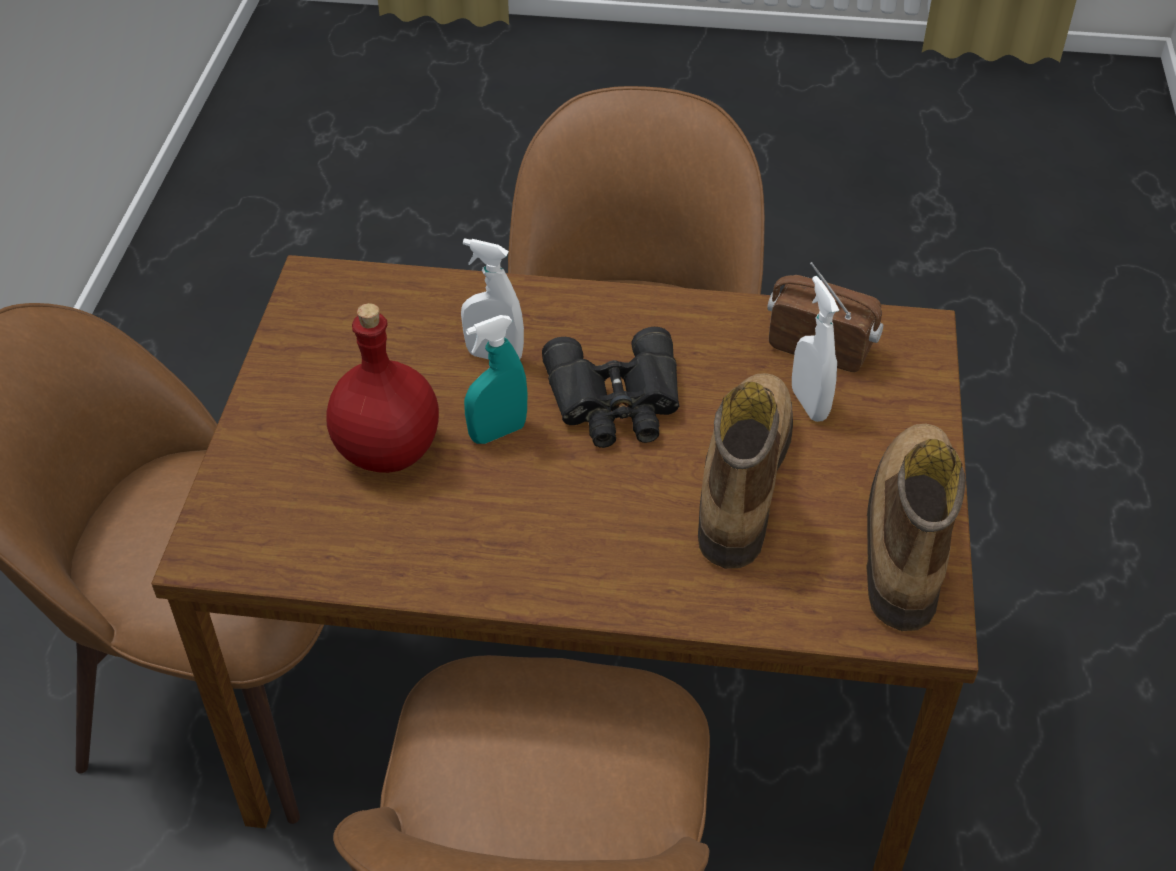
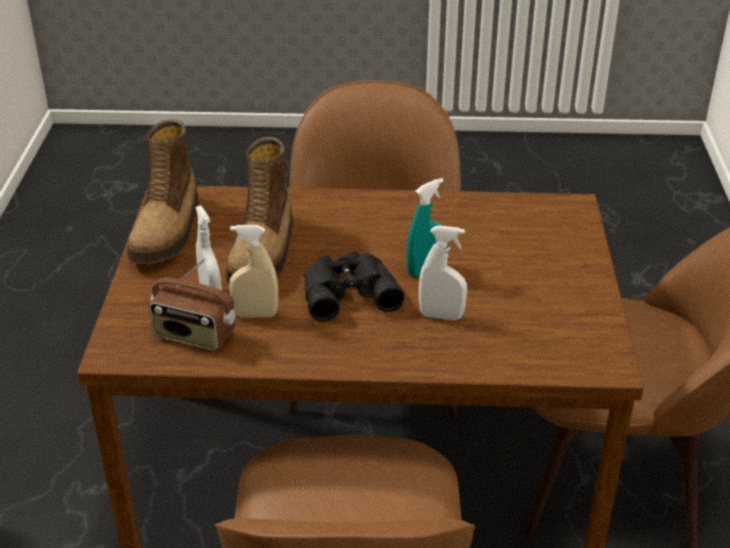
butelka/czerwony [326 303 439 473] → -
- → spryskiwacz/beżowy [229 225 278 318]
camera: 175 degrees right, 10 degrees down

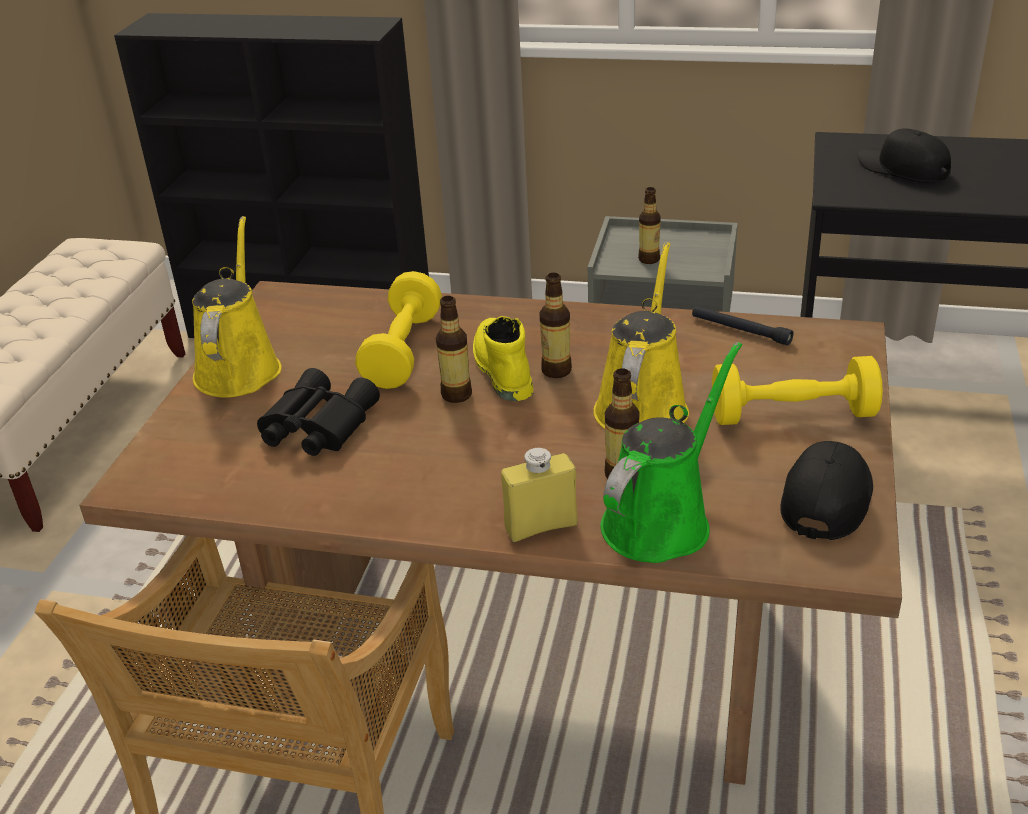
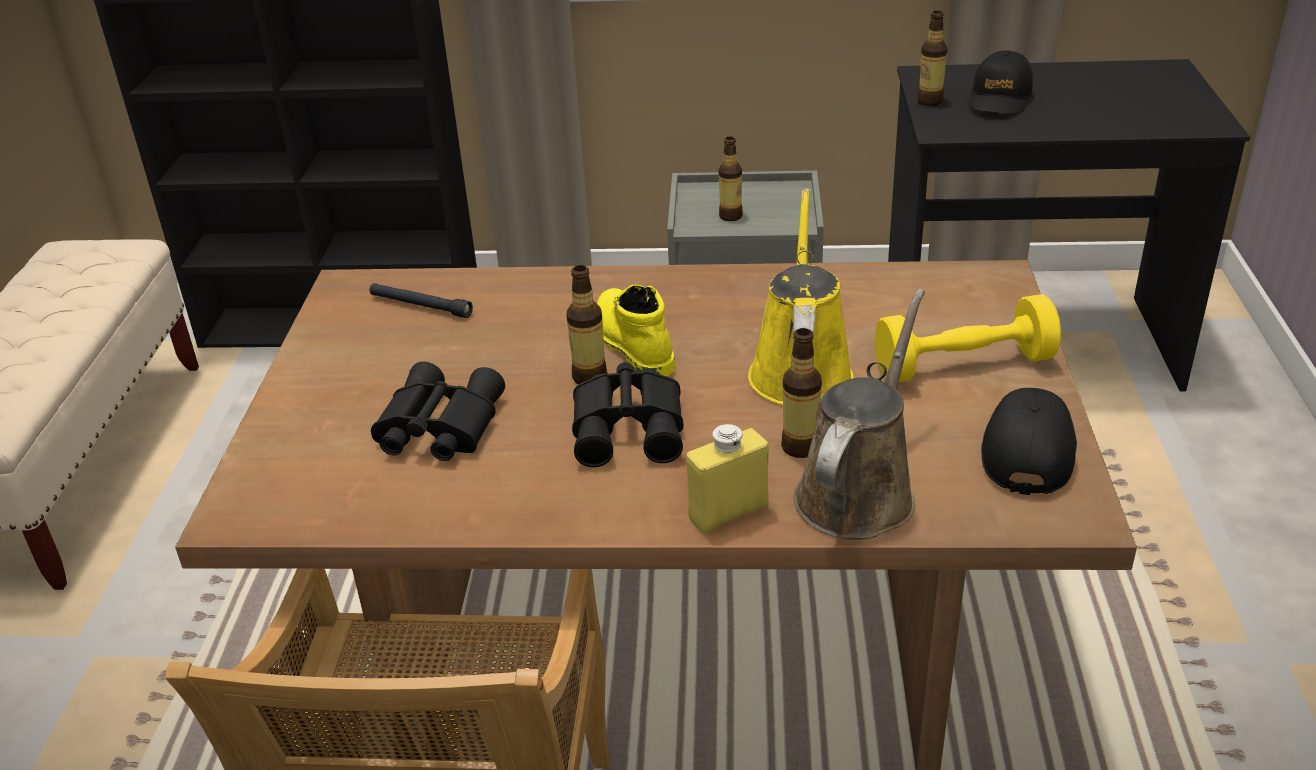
konewka/żółty [192 216 282 397] → -
hantel/żółty [355 271 442 389] → -
butelka [540 273 572 378] → butelka [917 11 947 106], move
konewka/zielony [600 342 742 563] → konewka/brązowy [794 289 925 540]
latarka/czarny [692 306 793 346] → latarka/czarny [369 283 473 318], move
czapka z daszkiem/czarny [857 128 951 182] → czapka z daszkiem/czarny [969 51 1033 114], 105 degrees counterclockwise
- → lornetka/czarny [572 362 683 467]
camera: 10 degrees left, 0 degrees up

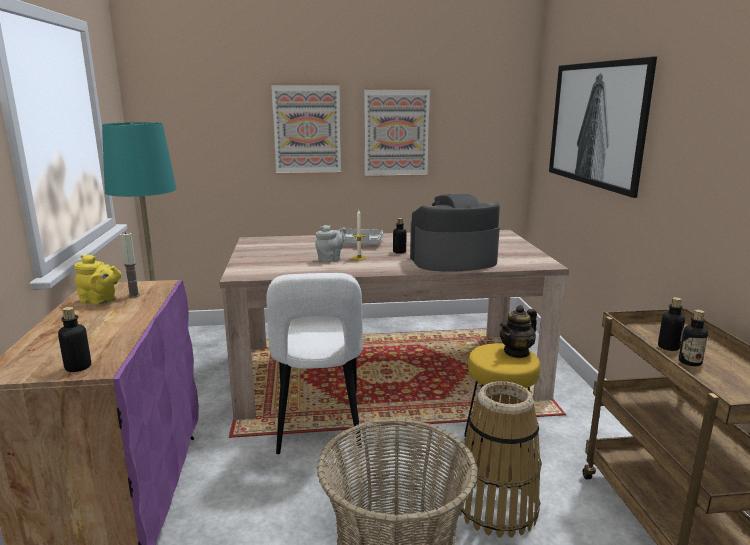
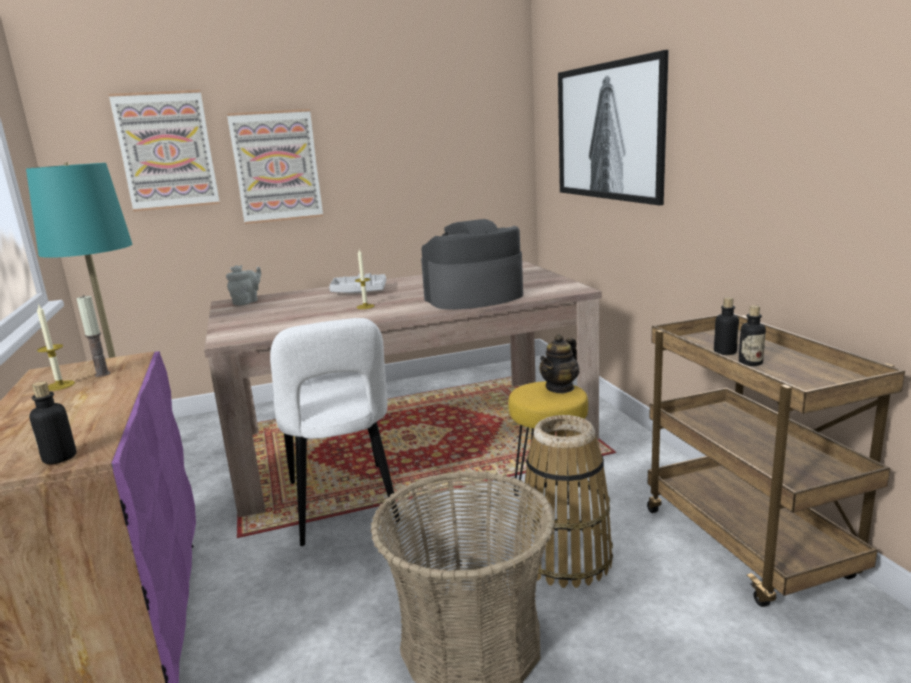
imbryk/żółty [74 254 122 305] → świeca [37 304 75 391]
imbryk/szary [315 225 346 262] → imbryk/szary [226 265 261 305], move
obraz [364 88 430 177] → obraz [109 90 220 212], move
butelka [393 218 406 254] → -
camera: 10 degrees left, 0 degrees up

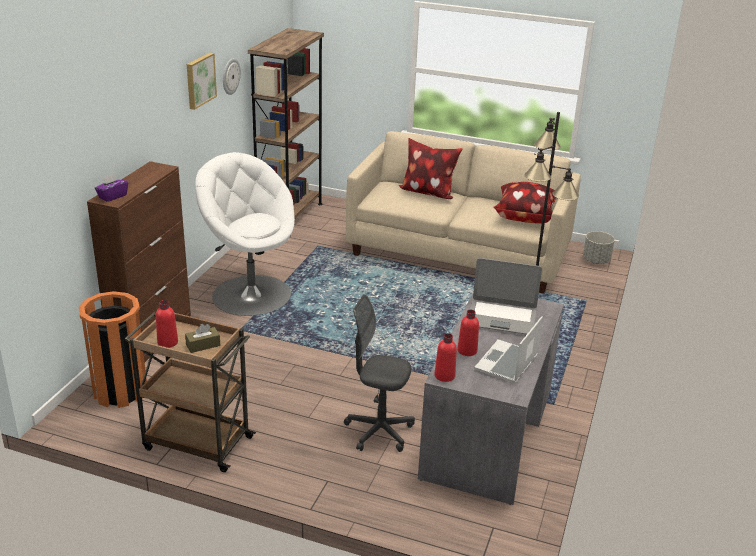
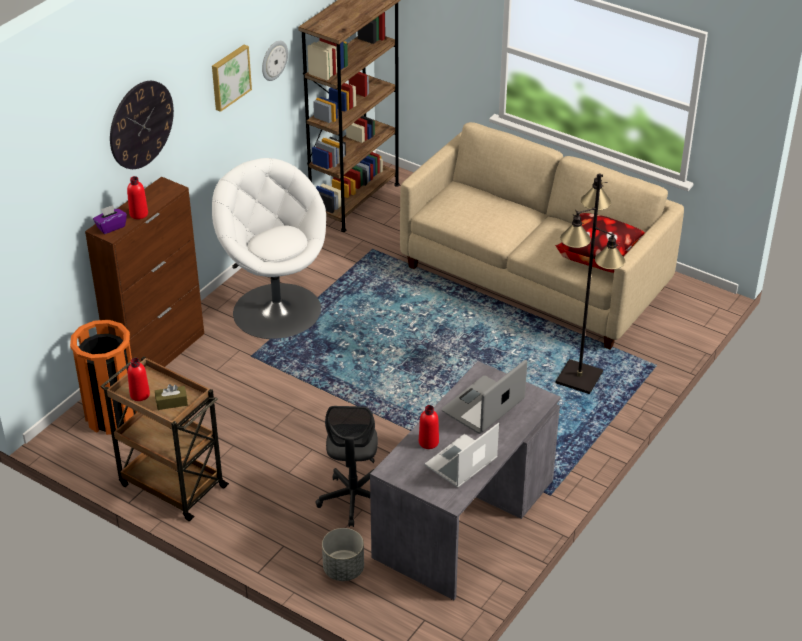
krzesło biurowe/szary [344 294 415 452] → krzesło biurowe/szary [315 406 378 527], 120 degrees counterclockwise
poduszka [398 138 462 199] → -
butelka/czerwony [435 333 457 382] → butelka/czerwony [127 176 148 219], move
laptop [470 258 542 335] → laptop [442 360 527 434], 105 degrees clockwise
donica/szary [583 231 615 264] → donica/szary [322 528 364 581], move
- → zegar ścienny [110 81 174 169]
camera: 15 degrees right, 10 degrees up

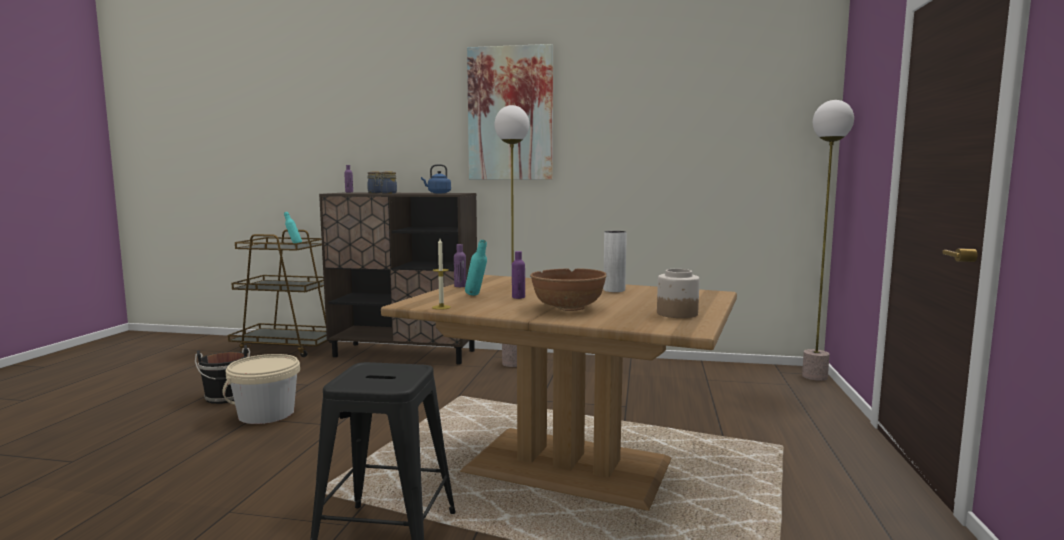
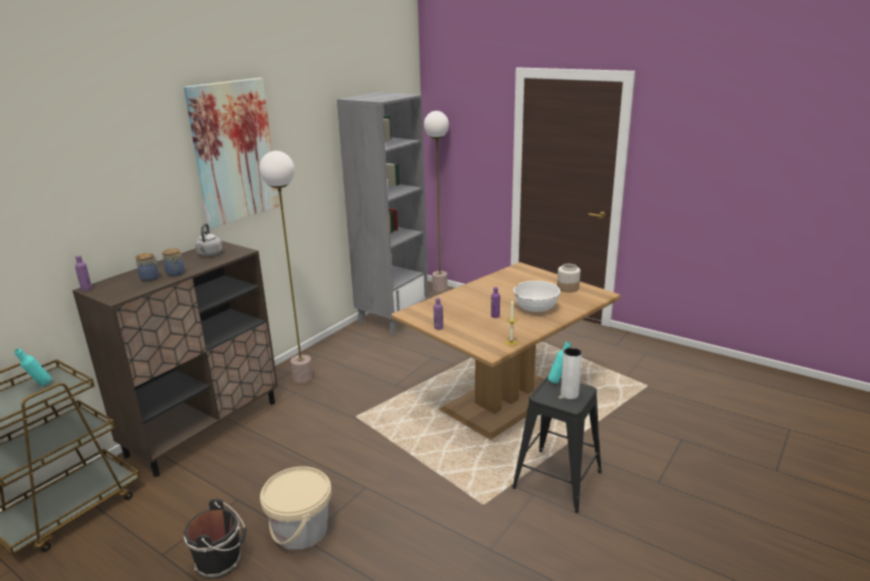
czajnik/niebieski [421 164 451 193] → czajnik/szary [195 223 222 256]
butelka/turkusowy [465 240 487 296] → butelka/turkusowy [548 341 571 384], move
miska/brązowy [530 268 606 311] → miska/biały [513 281 560 312]
wazon/biały [603 231 627 292] → wazon/biały [561 348 582 399], move
- → regał/szary [337 92 428 335]
camera: 65 degrees left, 15 degrees up

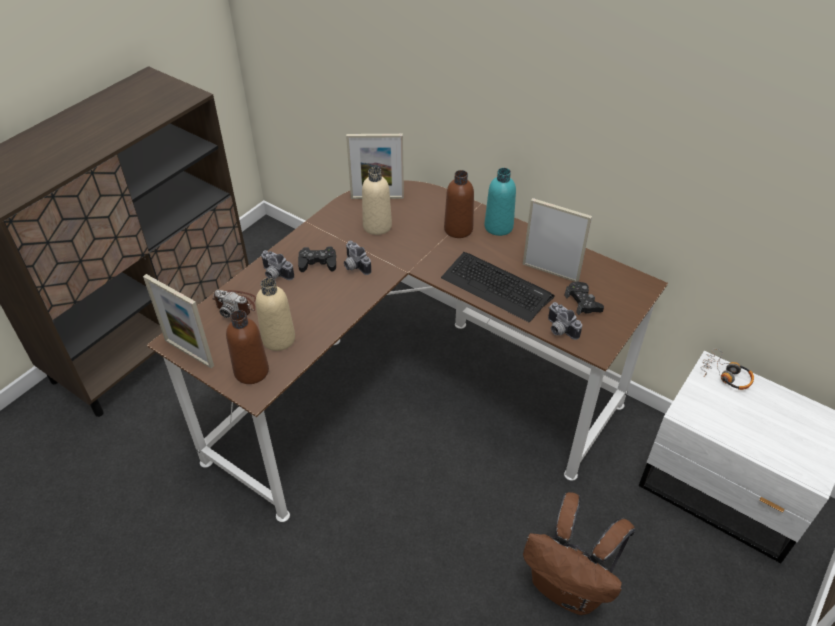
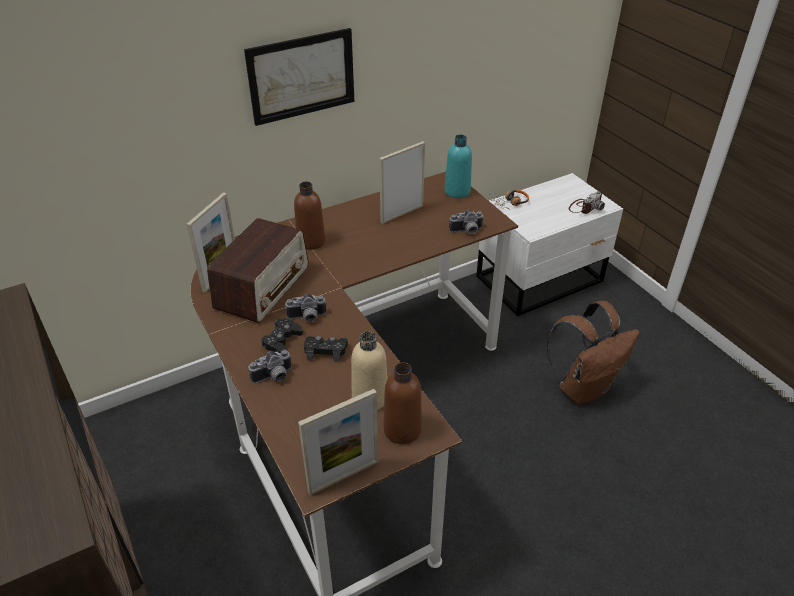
aparat fotograficzny [212 290 256 318] → aparat fotograficzny [569 191 605 214], move
butelka/beżowy [362 167 392 235] → radio [207 218 308 323]
klawiatura [441 252 555 323] → -
butelka/turkusowy [484 168 516 236] → butelka/turkusowy [444 134 472 198], move
pad do gier/czarny [564 282 604 315] → pad do gier/czarny [304 336 348 362], move
- → obraz [244 28 354 126]
camera: 65 degrees left, 5 degrees down

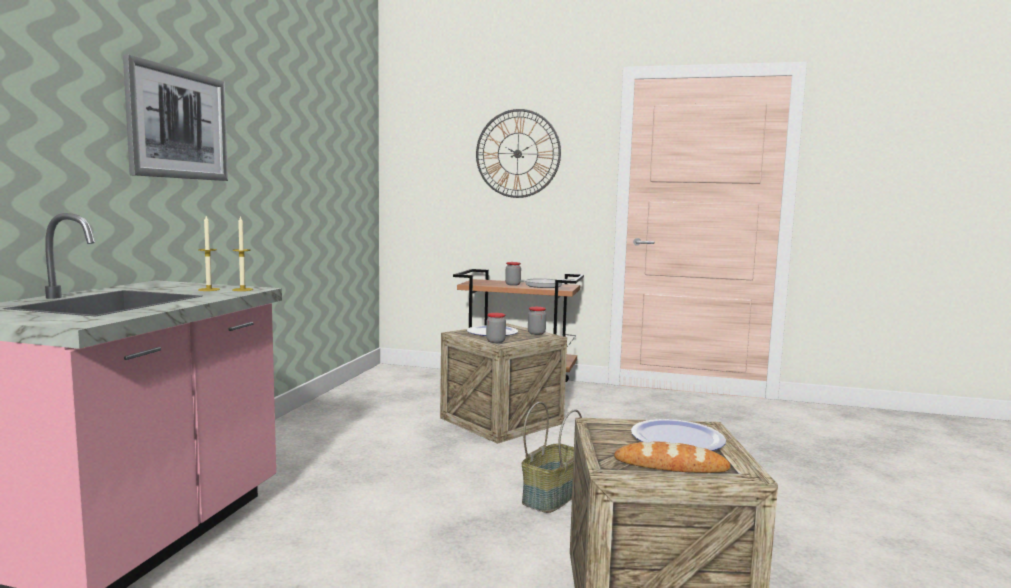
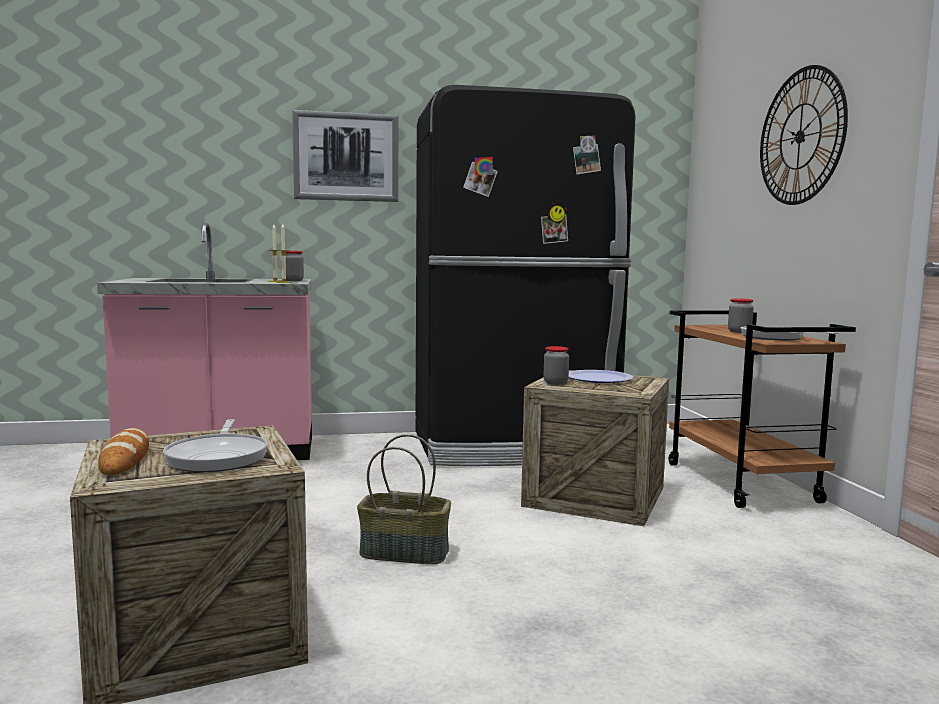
słoik [528 307 546 335] → słoik [285 251 304 281], move
talerz [631 419 726 451] → patelnia [163 419 268 472]
- → lodówka/czarny [415 85 635 466]
camera: 65 degrees right, 0 degrees up

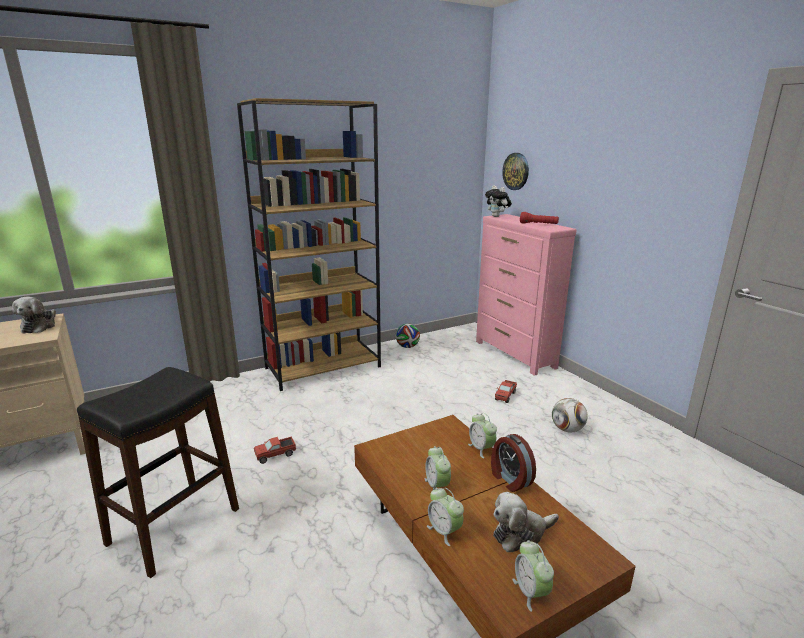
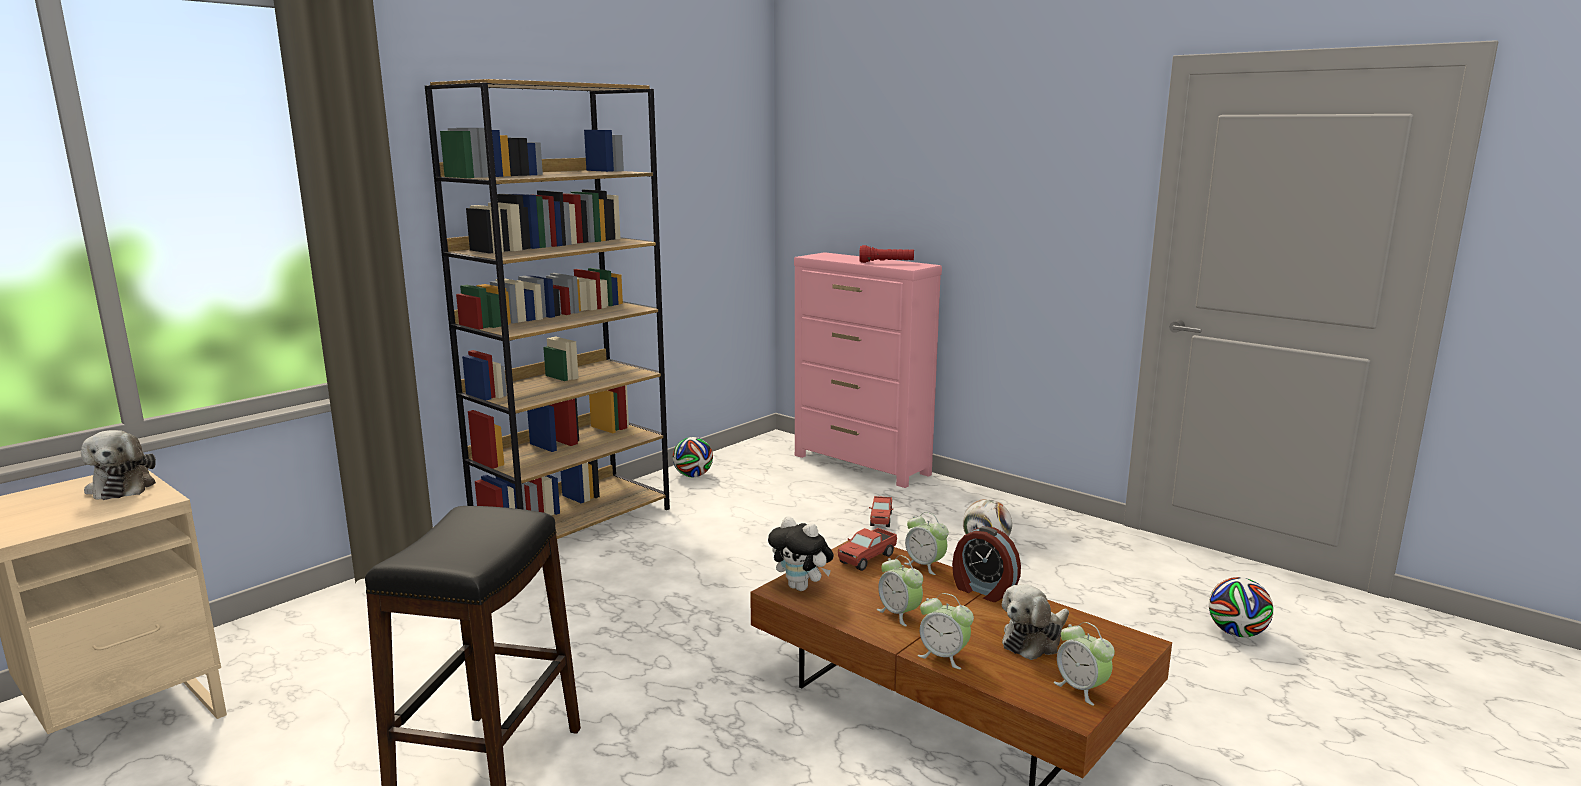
ciężarówka zabawkowa [254 437 296 464] → ciężarówka zabawkowa [838 528 897 571], move
pluszak [485 186 512 217] → pluszak [768 516 834 591], move
zegar ścienny [502 153 529 190] → -
- → piłka futbolowa [1209 577 1273 637]
camera: 20 degrees left, 5 degrees down

